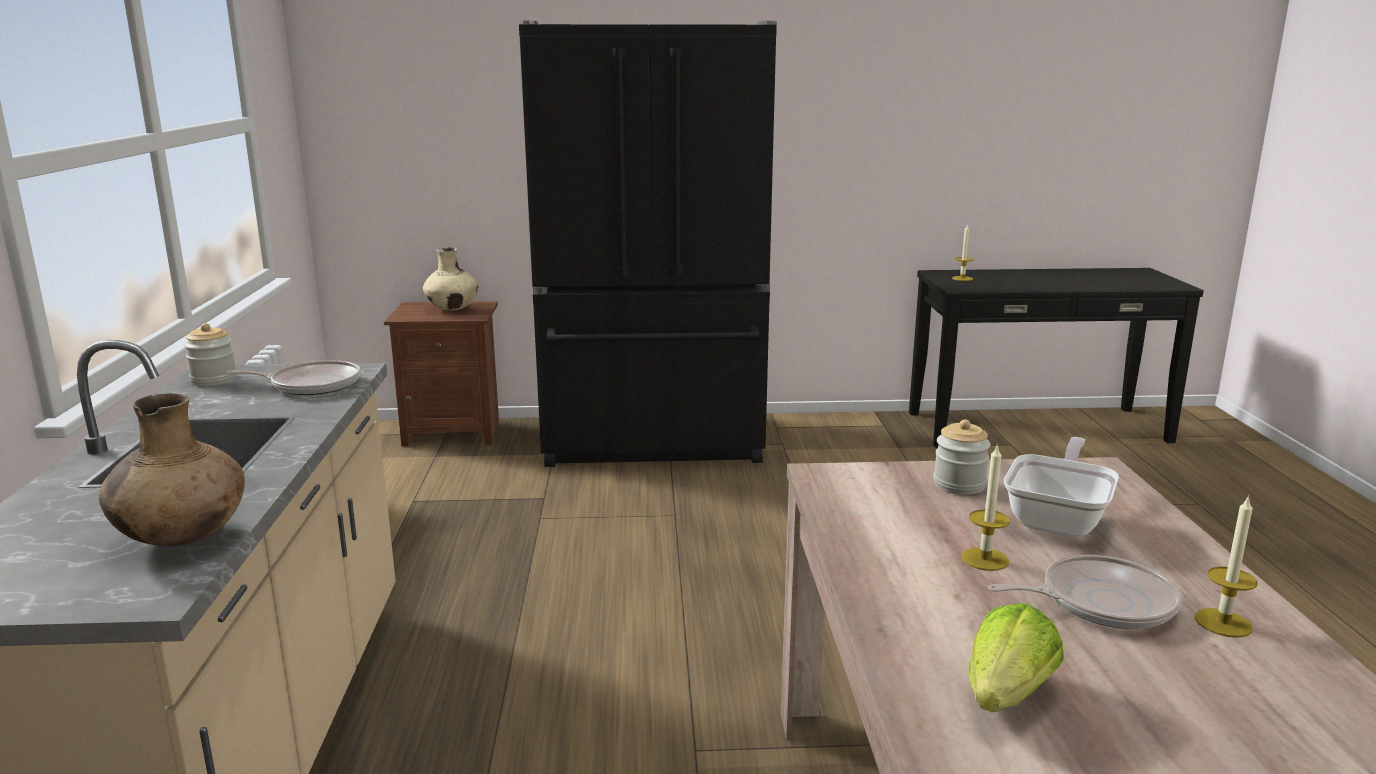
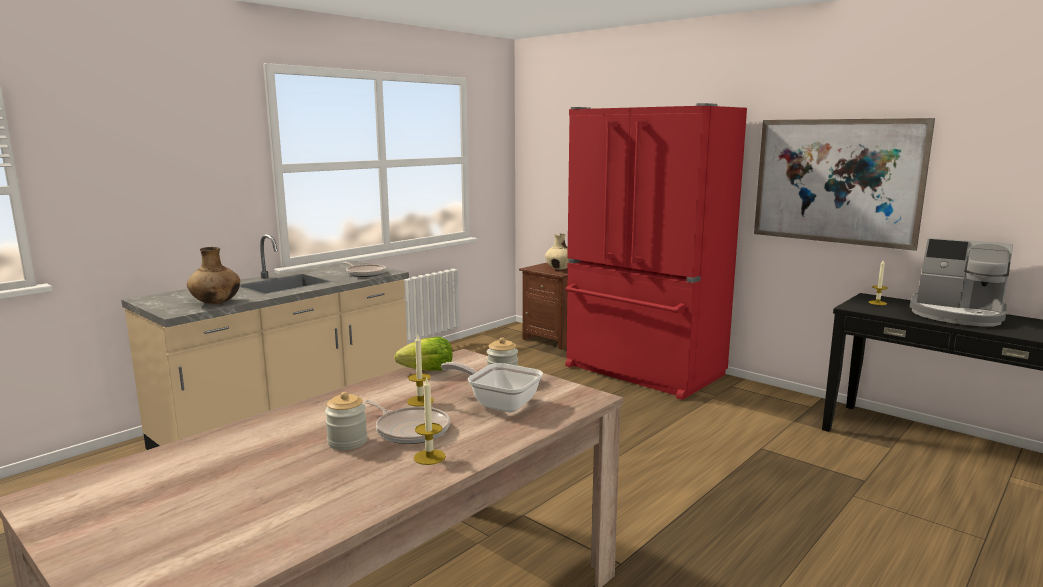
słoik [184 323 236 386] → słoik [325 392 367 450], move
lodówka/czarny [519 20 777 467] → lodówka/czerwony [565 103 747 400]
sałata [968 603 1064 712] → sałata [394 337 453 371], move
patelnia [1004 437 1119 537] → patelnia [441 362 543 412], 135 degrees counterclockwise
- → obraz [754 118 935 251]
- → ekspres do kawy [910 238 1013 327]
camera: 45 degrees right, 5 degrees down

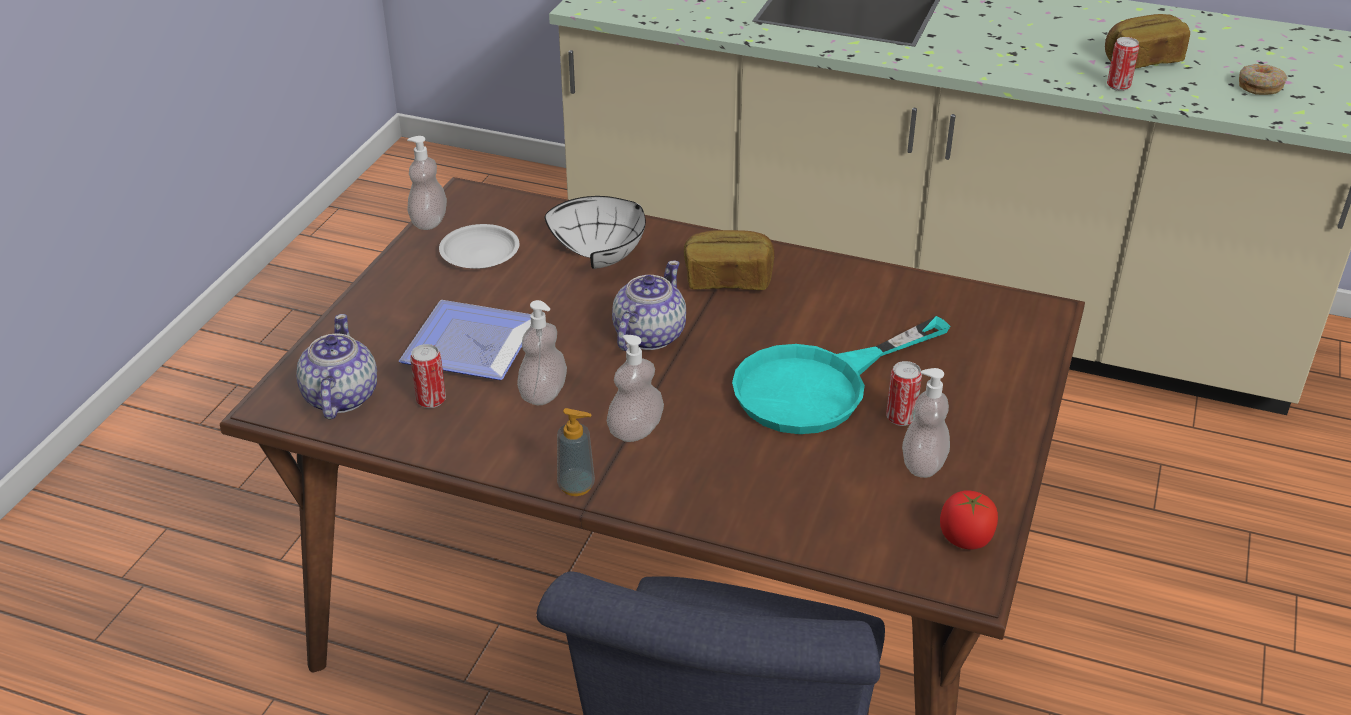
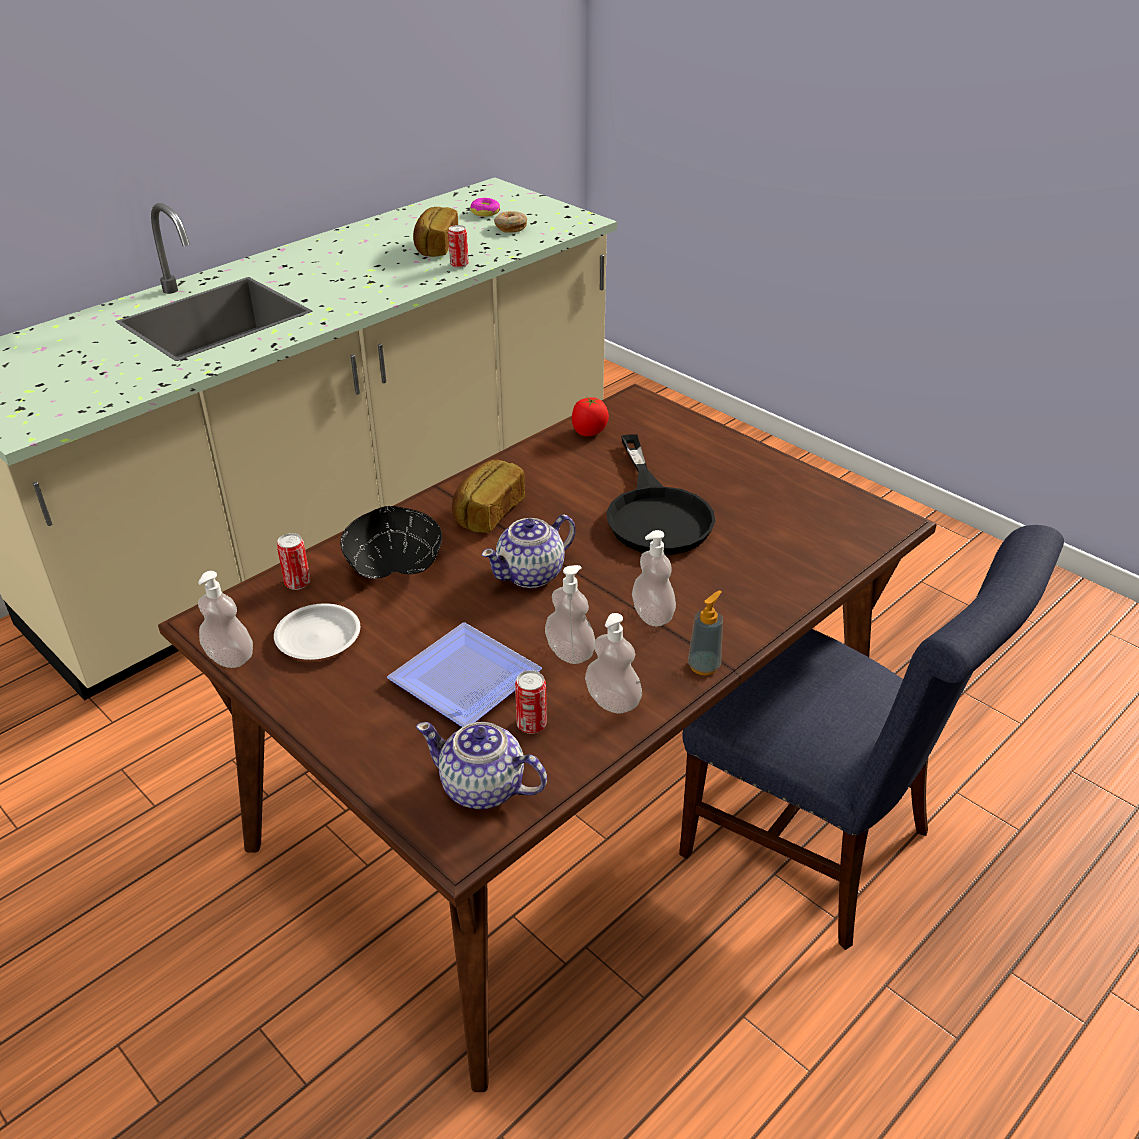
miska/biały [545 196 646 269] → miska/czarny [340 506 442 579]
imbryk [612 261 686 351] → imbryk [482 515 576 588], 90 degrees counterclockwise
patelnia/turkusowy [732 316 950 434] → patelnia/czarny [607 434 715 555]
puszka [886 361 922 426] → puszka [277 533 310 590], move
dozownik mydła [902 368 950 478] → dozownik mydła [585 613 642 713], move
pomidor [940 490 998 550] → pomidor [572 397 609 436], move
- → donut [470 198 500 217]
camera: 65 degrees left, 0 degrees up

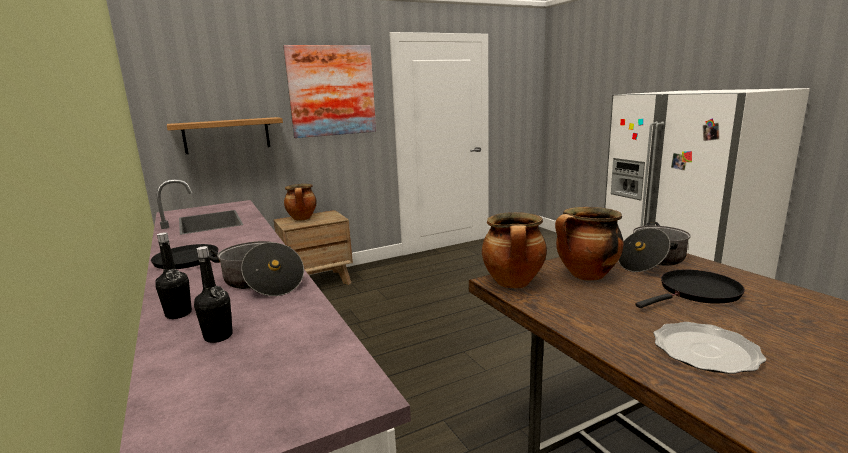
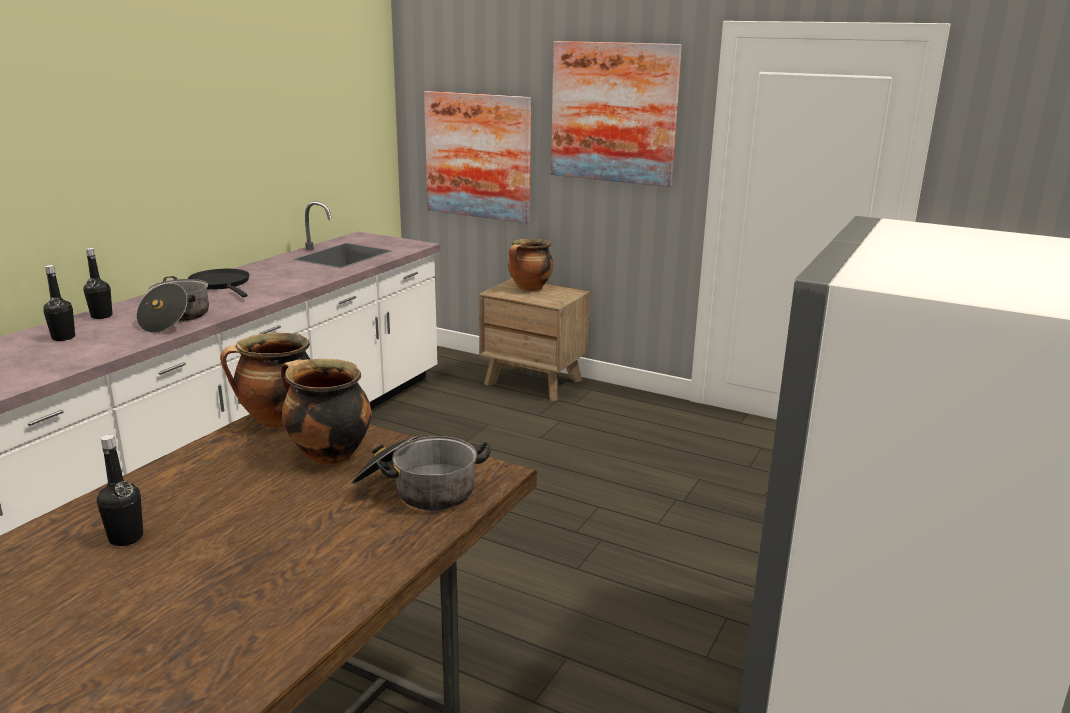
półka [167 117 283 154] → obraz [424 91 531 223]
patelnia/czarny [636 269 745 308] → -
talerz [653 322 766 374] → butelka/czarny [97 435 143 546]
camera: 55 degrees right, 5 degrees up

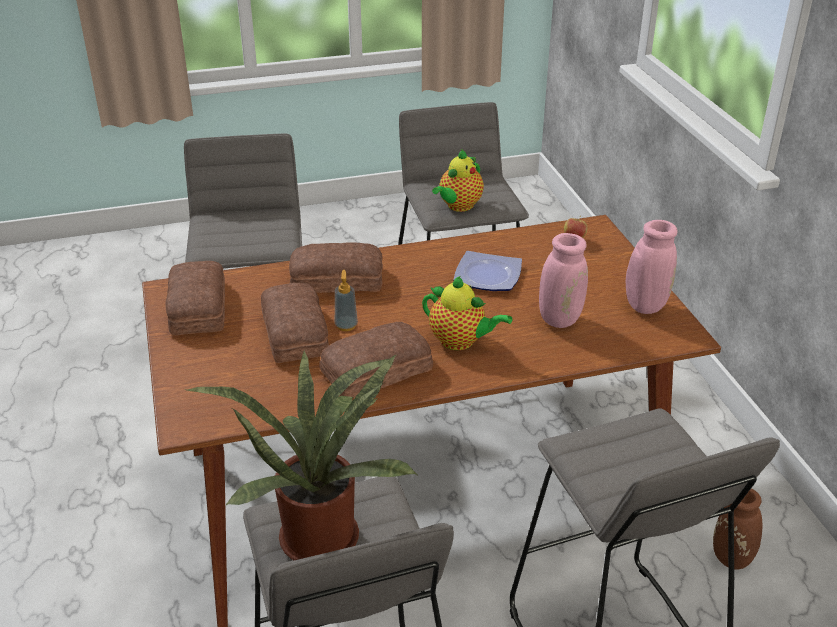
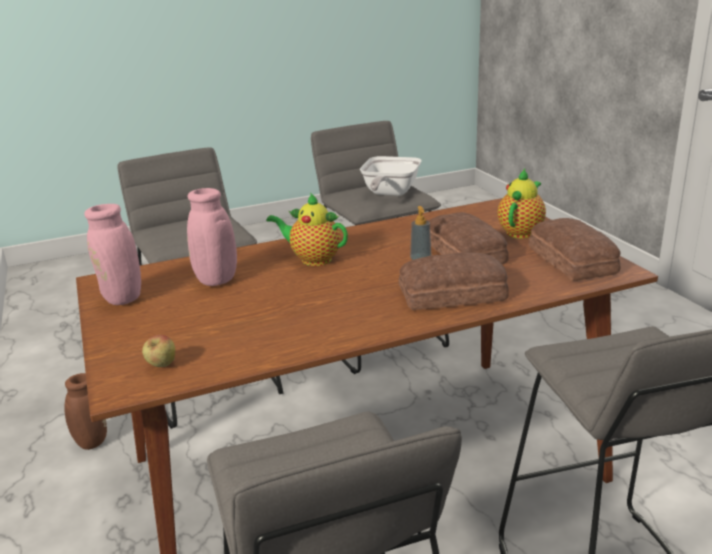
roślina doniczkowa [185 350 419 560] → patelnia [360 156 422 196]
chleb [319 322 433 398] → -
imbryk [432 149 484 212] → imbryk [497 169 546 239], move
talerz [453 251 522 291] → -
camera: 175 degrees right, 10 degrees down

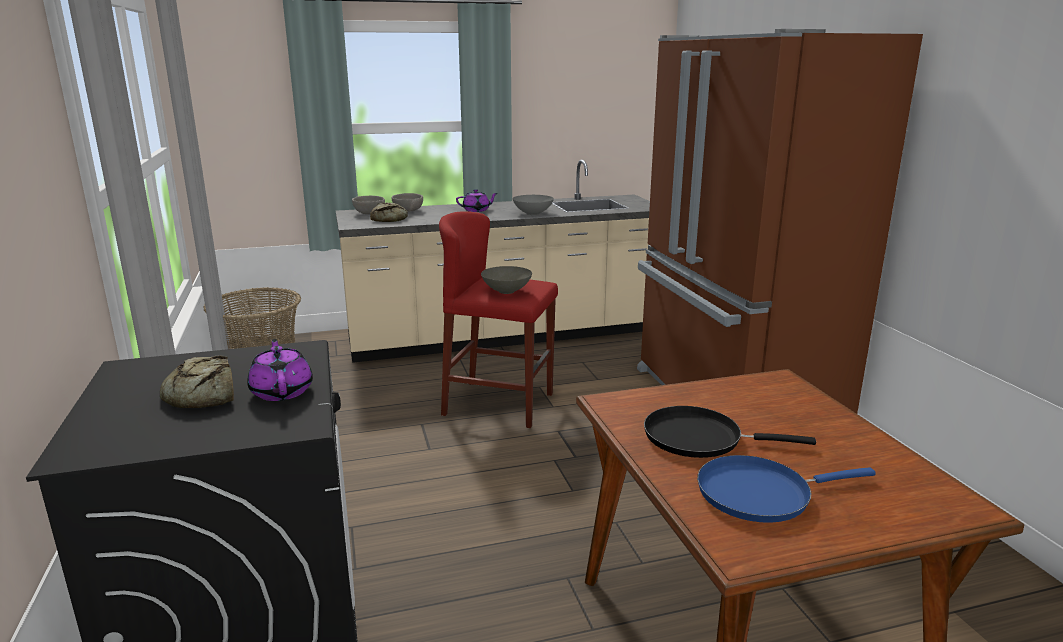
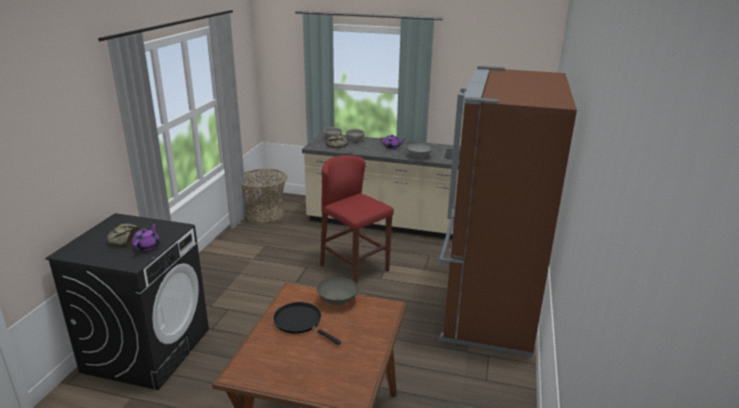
miska/szary [481 266 532 294] → miska/szary [317 277 359 305], move
patelnia/niebieski [697 455 876 523] → -
camera: 30 degrees right, 5 degrees up

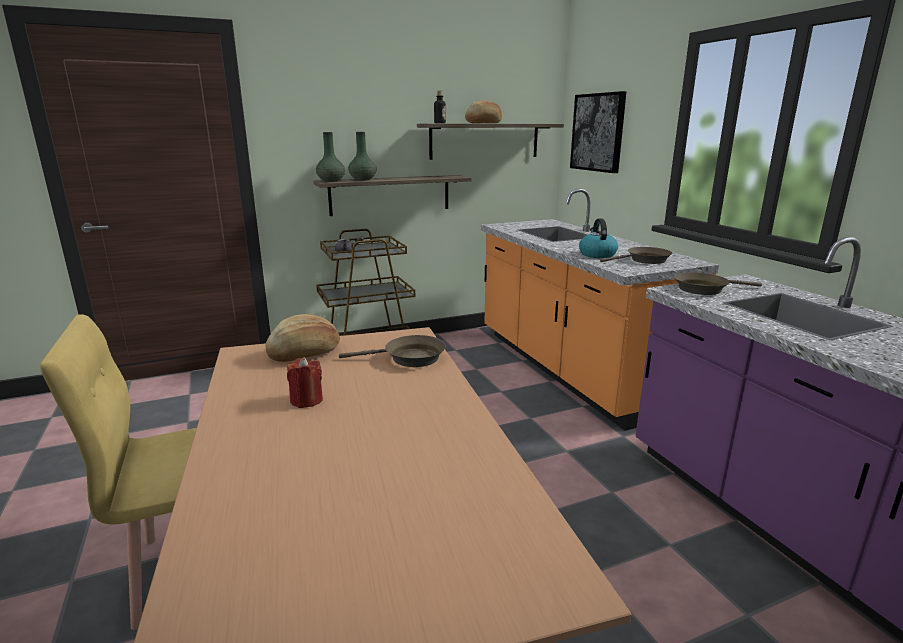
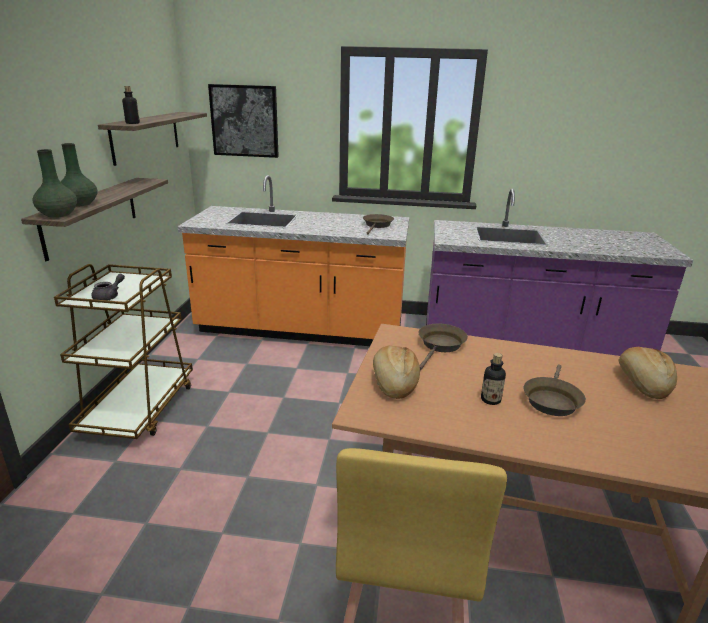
świeca/czerwony [287 357 323 408] → butelka [481 353 506 405]
chleb [465 100 502 123] → chleb [618 347 677 399], move
czajnik [579 218 618 258] → -
patelnia/brązowy [674 272 762 295] → patelnia/brązowy [524 364 586 416], move
camera: 60 degrees left, 5 degrees up

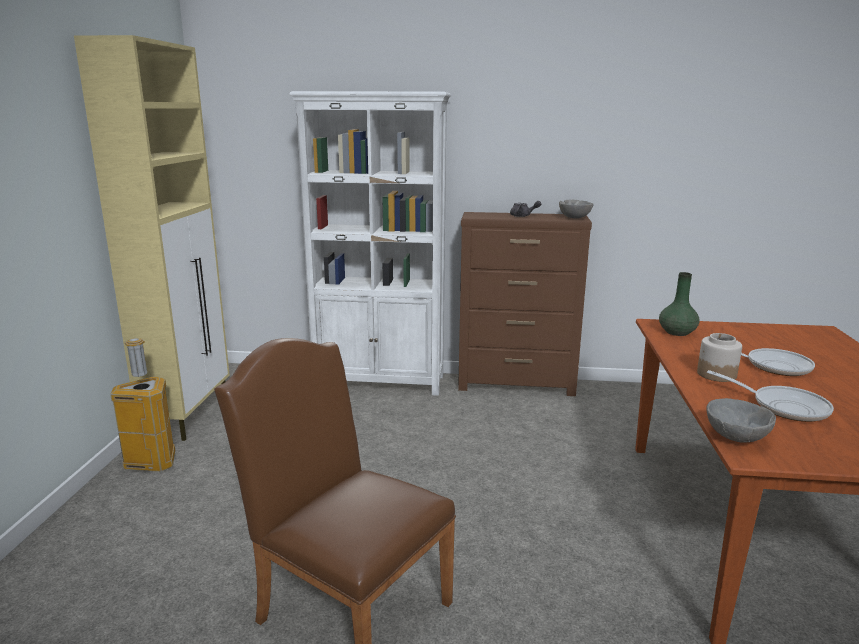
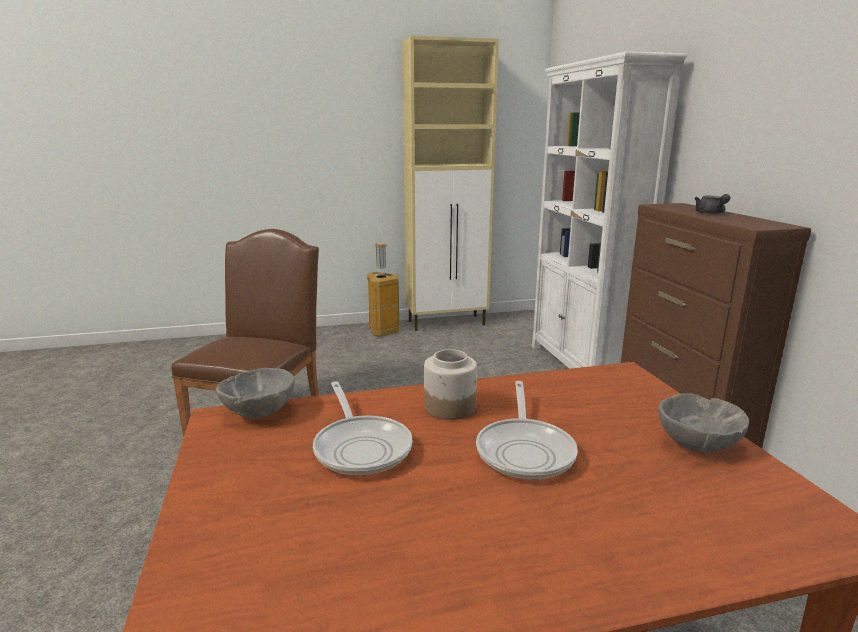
miska/szary [559 199 594 219] → miska/szary [658 393 749 452], move
wazon/zielony [659 272 700 336] → -
patelnia [707 370 834 422] → patelnia [313 381 413 475], 45 degrees counterclockwise
camera: 70 degrees right, 0 degrees up

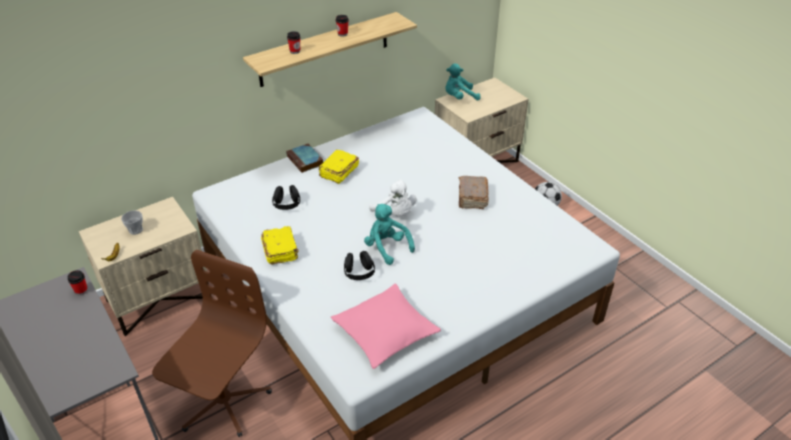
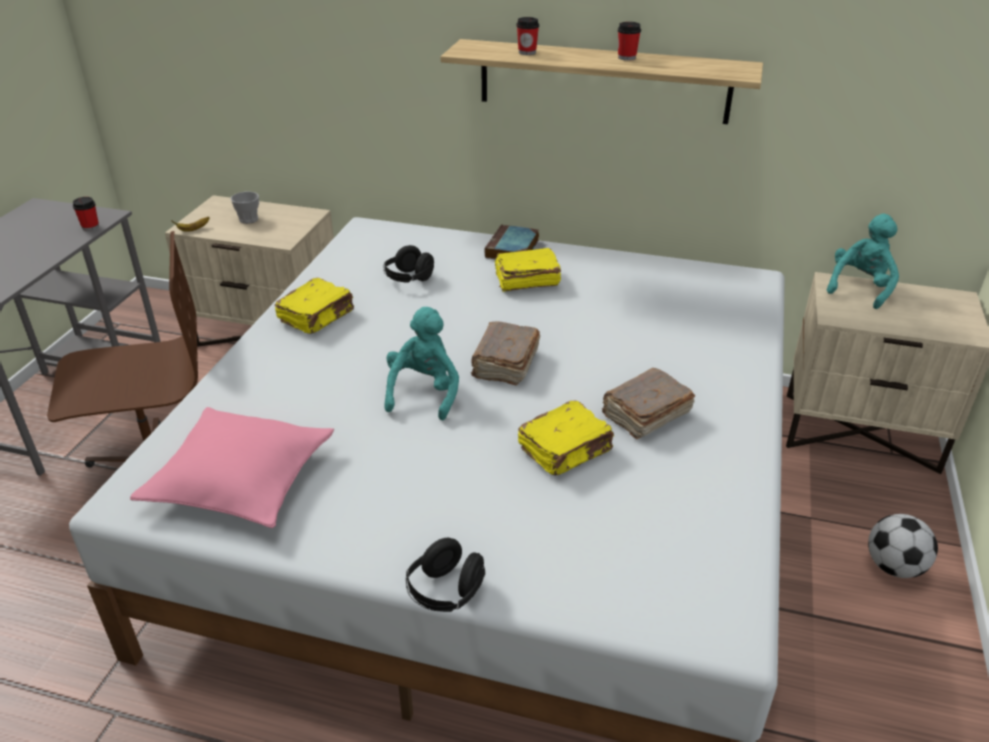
słuchawki/czarny [344 251 375 280] → słuchawki/czarny [406 538 485 612], move
pluszak/biały [369 179 417 217] → książka/brązowy [471 321 540 386]
pluszak/turkusowy [445 63 481 101] → pluszak/turkusowy [827 214 899 309], 90 degrees clockwise
- → książka/żółty [518 401 614 476]
camera: 50 degrees right, 5 degrees down

